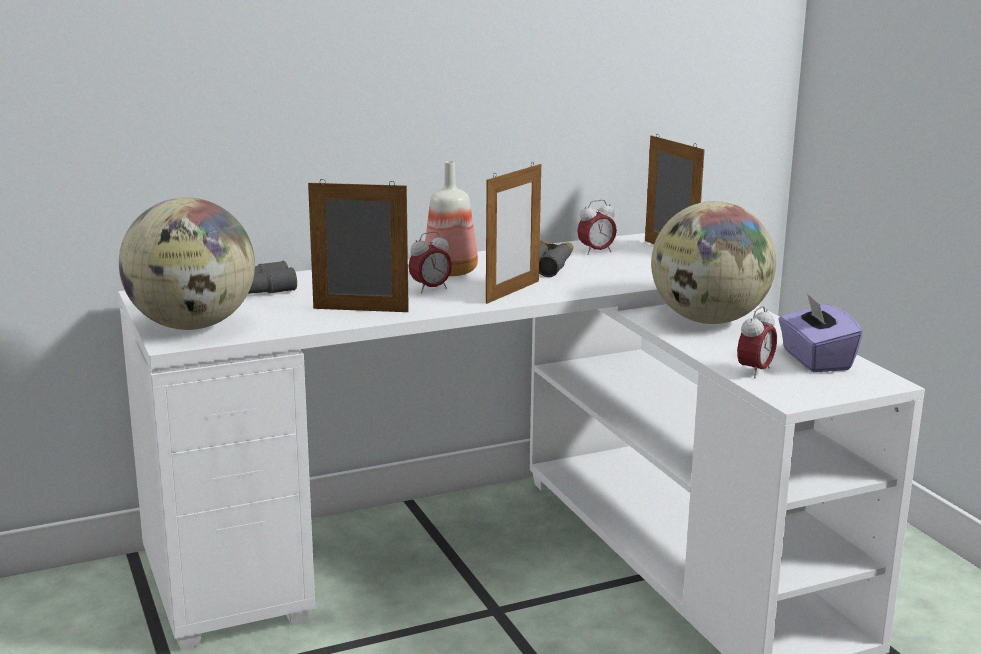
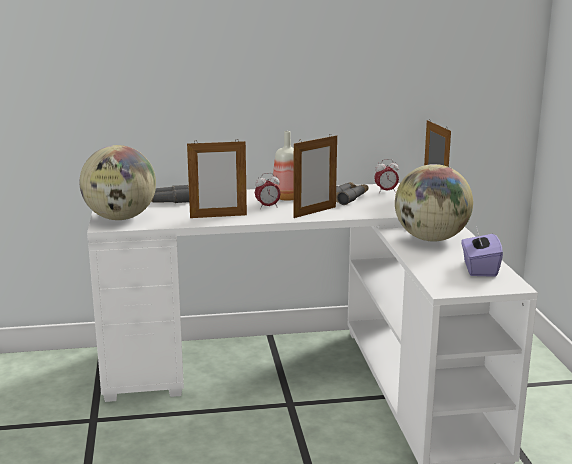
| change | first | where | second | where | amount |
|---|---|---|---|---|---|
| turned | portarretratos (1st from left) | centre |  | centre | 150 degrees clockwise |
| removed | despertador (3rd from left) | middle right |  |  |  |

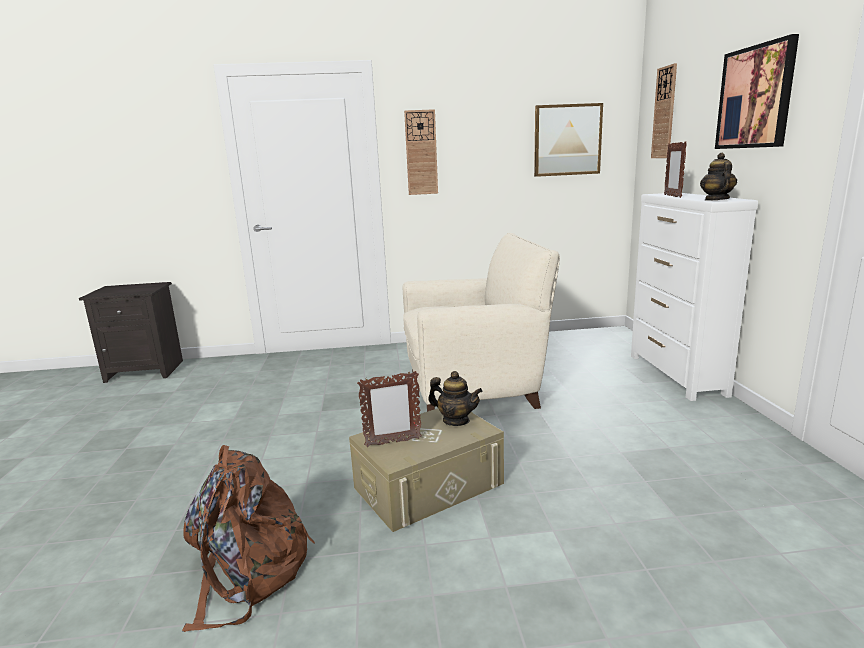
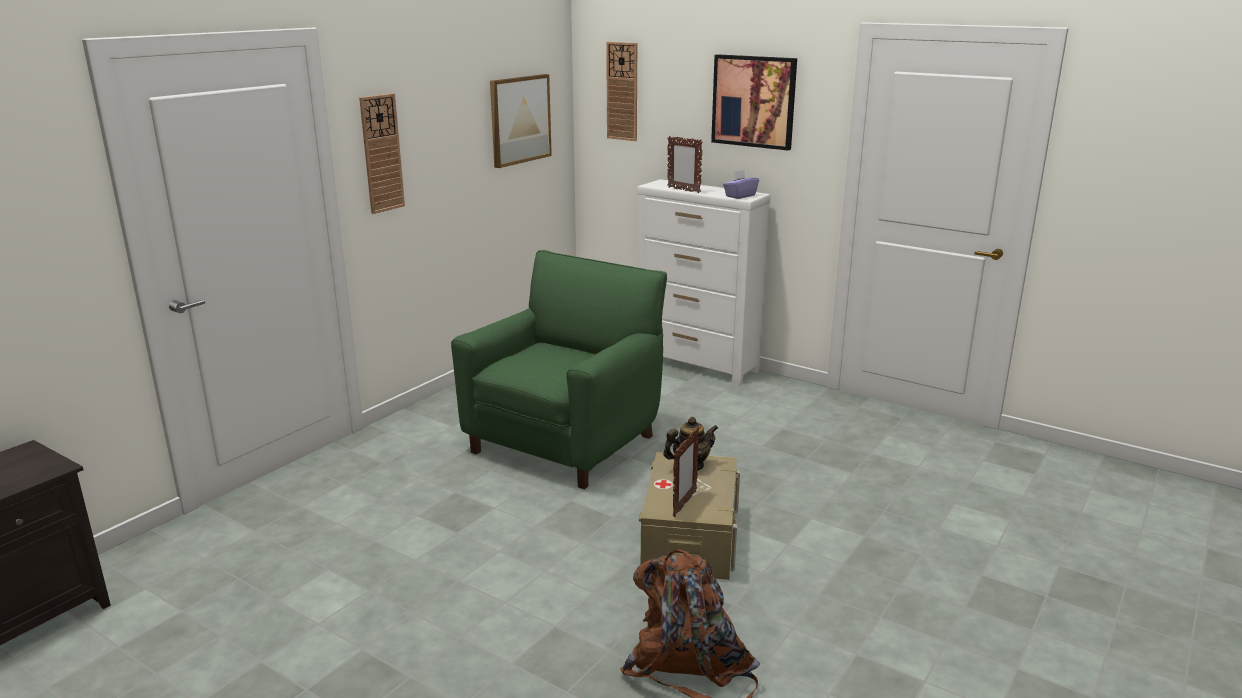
| change | first | where | second | where | amount |
|---|---|---|---|---|---|
| recoloured | sillón/beis | centre | sillón/verde | centre |  |
| replaced | tetera (2nd from left) | top right | caja de pañuelos/morado | top centre |  |

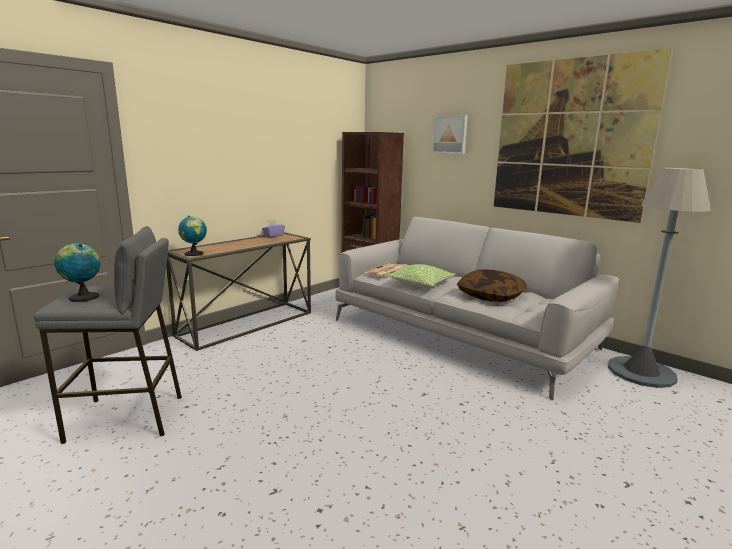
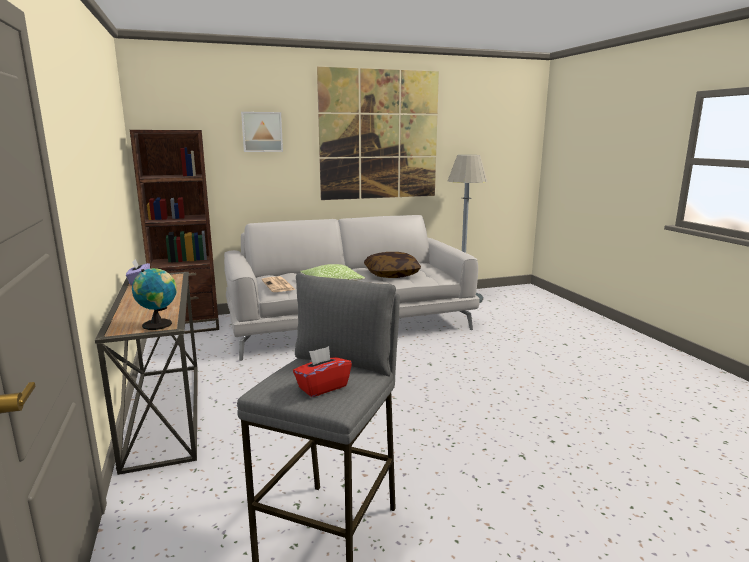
| change | first | where | second | where | amount |
|---|---|---|---|---|---|
| replaced | globo terráqueo (1st from left) | middle left | caja de pañuelos/rojo | centre |  |

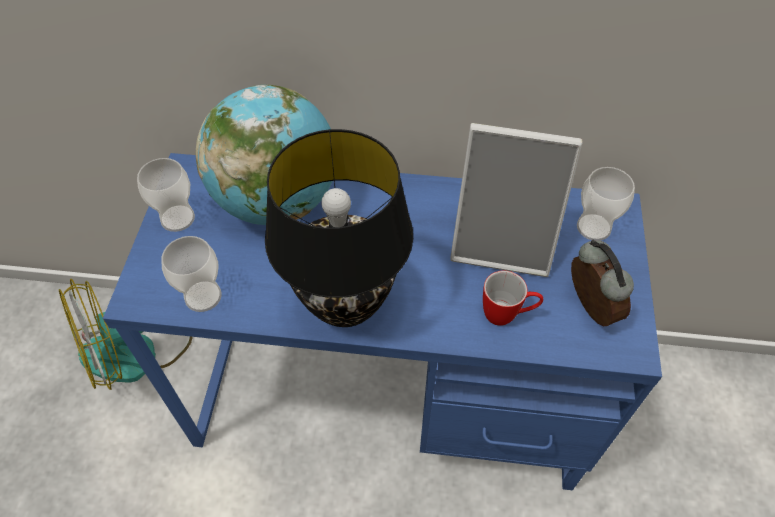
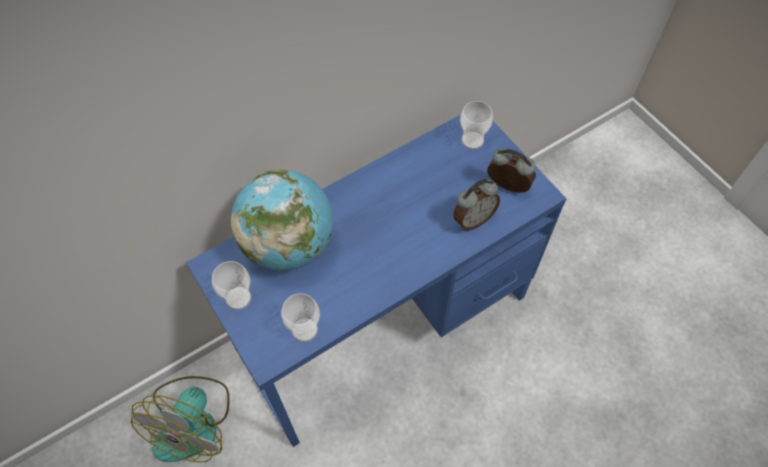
| change | first | where | second | where | amount |
|---|---|---|---|---|---|
| replaced | taza grande | centre | despertador (1st from left) | centre |  |
| removed | lámpara de mesa/negro | centre |  |  |  |
| removed | portarretratos | centre |  |  |  |

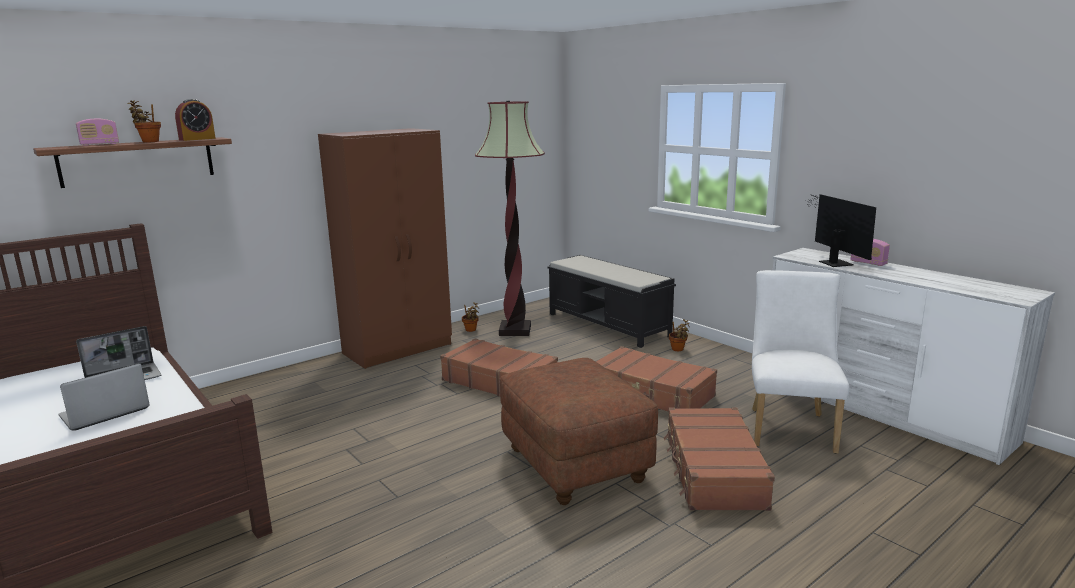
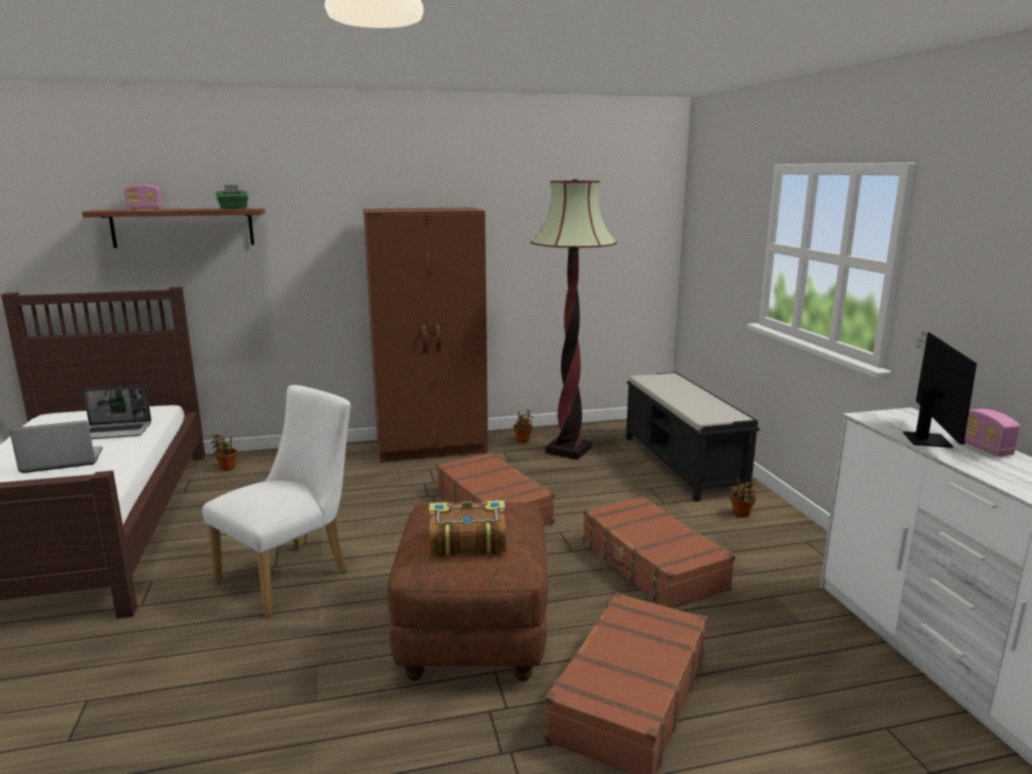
| change | first | where | second | where | amount |
|---|---|---|---|---|---|
| moved | silla/blanco | middle right |  | middle left |  |
| moved | planta en maceta (1st from left) | top left |  | middle left |  |
| replaced | despertador | top left | caja de pañuelos/verde | top left |  |
| added |  |  | libro | bottom centre |  |

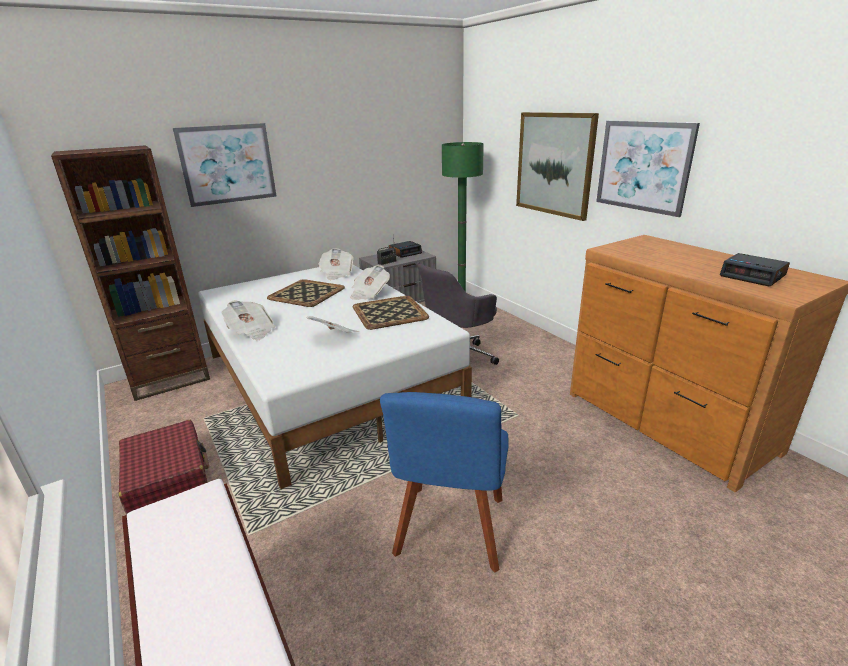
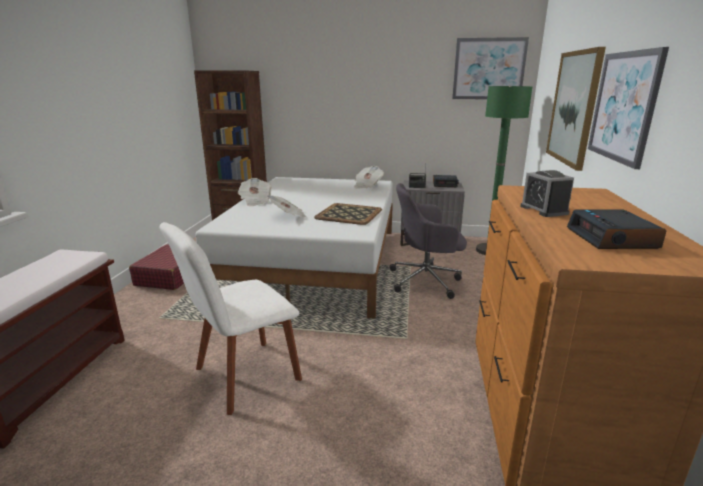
| change | first | where | second | where | amount |
|---|---|---|---|---|---|
| recoloured | silla/azul | bottom centre | silla/blanco | middle left |  |
| moved | cuadro (1st from left) | top left |  | top right |  |
| added |  |  | despertador (2nd from left) | middle right |  |
| removed | bandeja (1st from left) | centre |  |  |  |
| removed | periódico (4th from left) | centre |  |  |  |

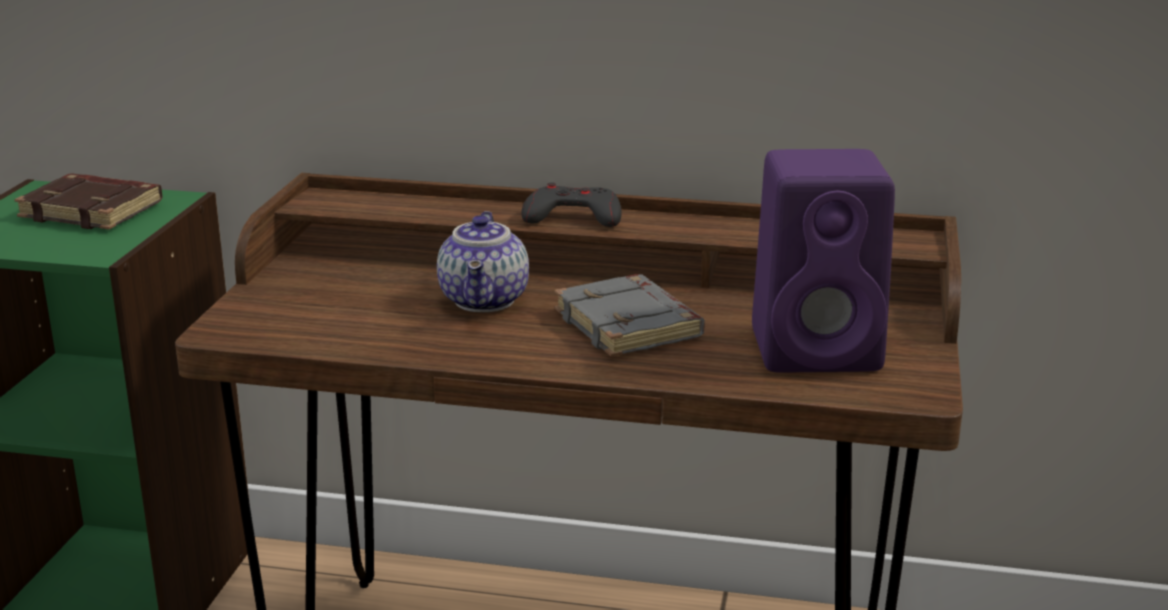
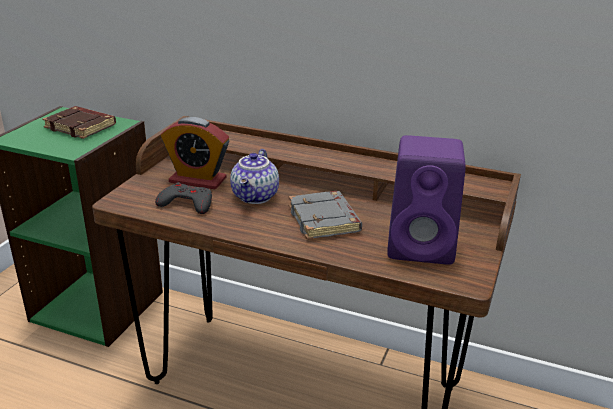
| change | first | where | second | where | amount |
|---|---|---|---|---|---|
| moved | mando de consola/gris | centre |  | middle left |  |
| added |  |  | despertador | middle left |  |

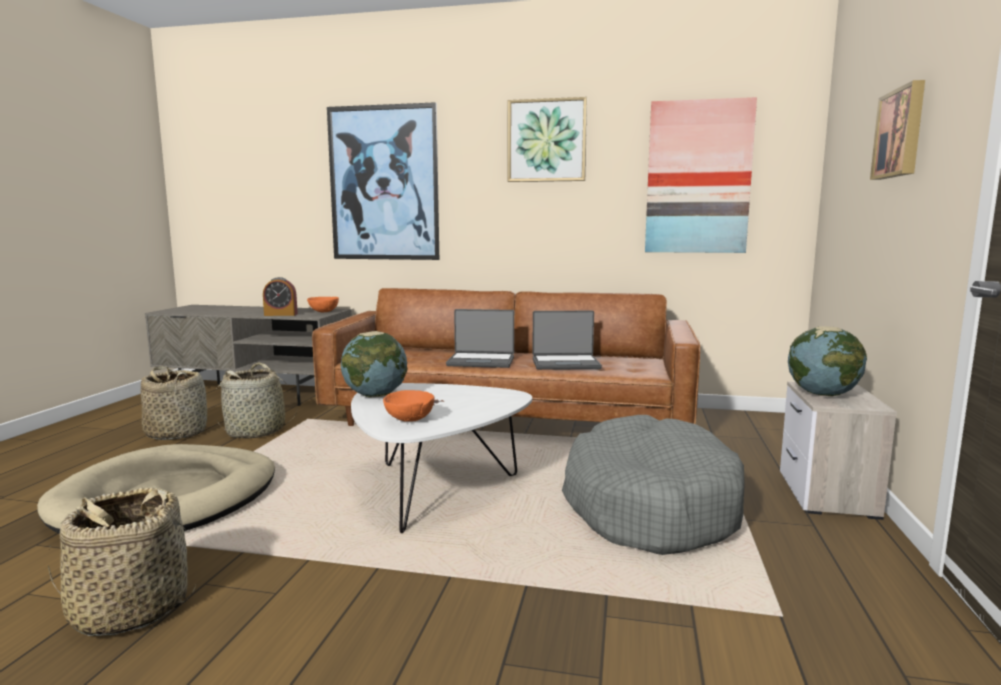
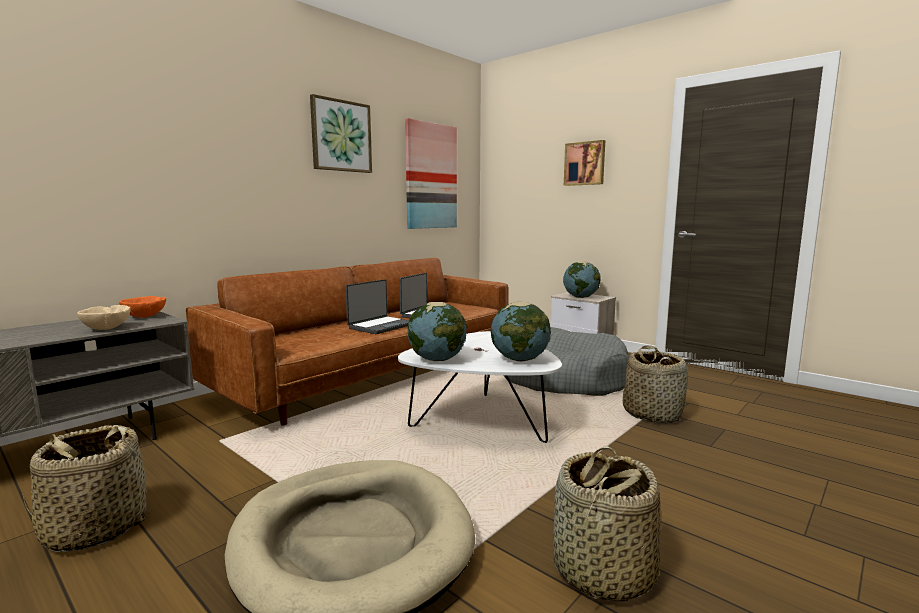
| change | first | where | second | where | amount |
|---|---|---|---|---|---|
| replaced | despertador | middle left | cuenco/beis | middle left |  |
| replaced | cuenco/naranja (2nd from left) | centre | globo terráqueo (2nd from left) | centre |  |
| moved | cesta (3rd from left) | middle left |  | middle right |  |
| removed | cuadro (1st from left) | top centre |  |  |  |

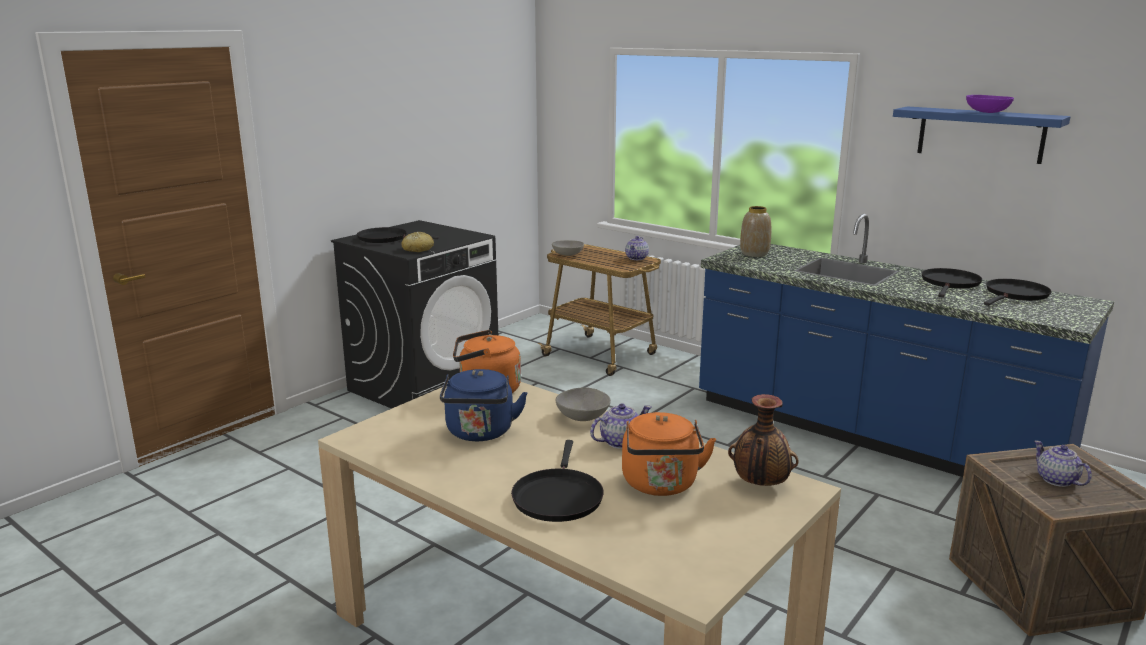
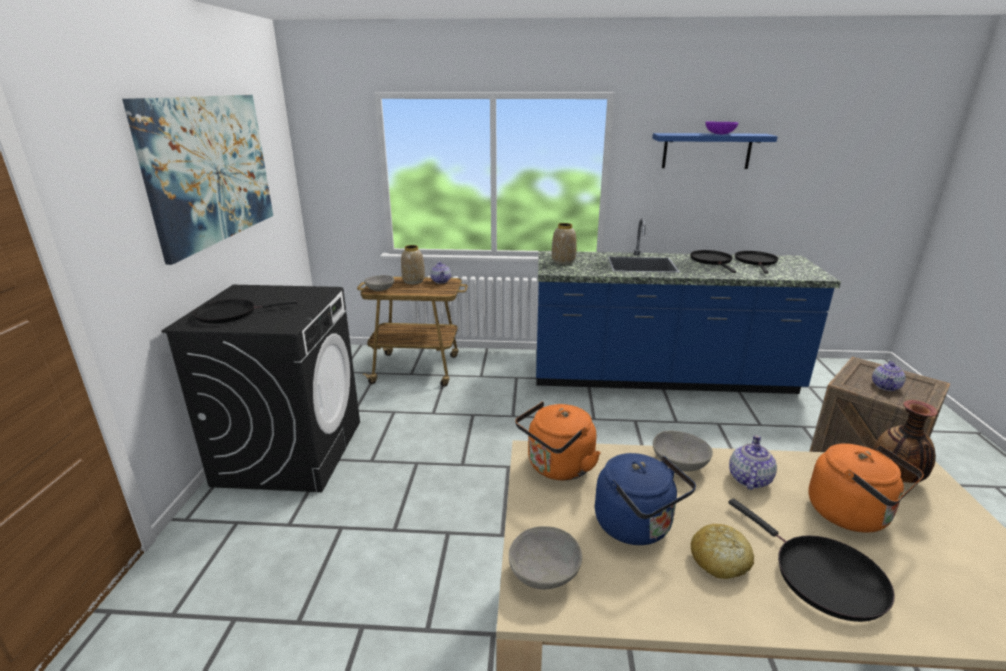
| change | first | where | second | where | amount |
|---|---|---|---|---|---|
| added |  |  | cuadro | top left |  |
| added |  |  | florero (1st from left) | centre |  |
| added |  |  | cuenco/gris (2nd from left) | bottom centre |  |
| moved | pan | centre |  | bottom right |  |
| turned | tetera (3rd from left) | bottom right |  | middle right | 90 degrees counterclockwise |

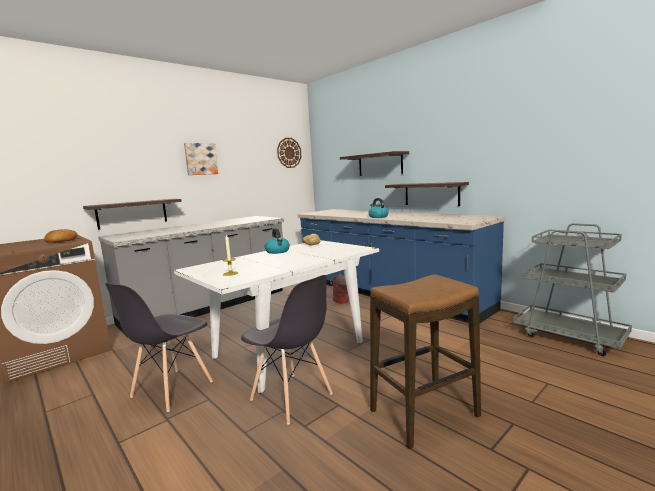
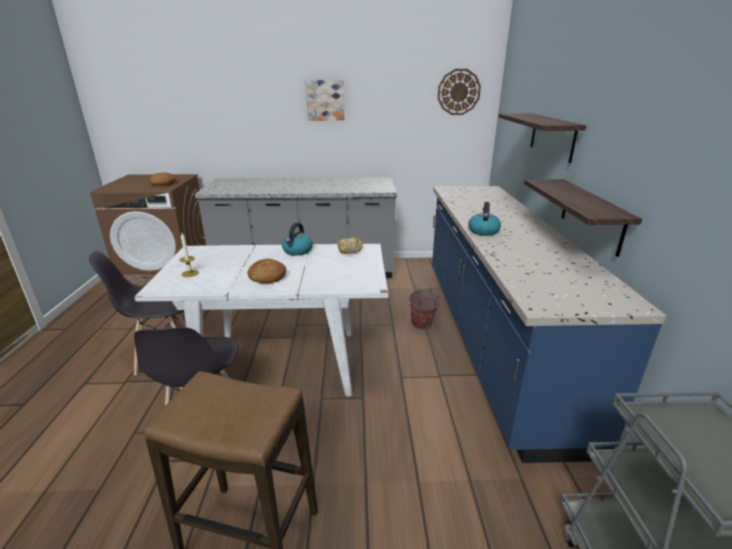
| change | first | where | second | where | amount |
|---|---|---|---|---|---|
| added |  |  | pan (2nd from left) | centre |  |
| removed | estante (1st from left) | middle left |  |  |  |

